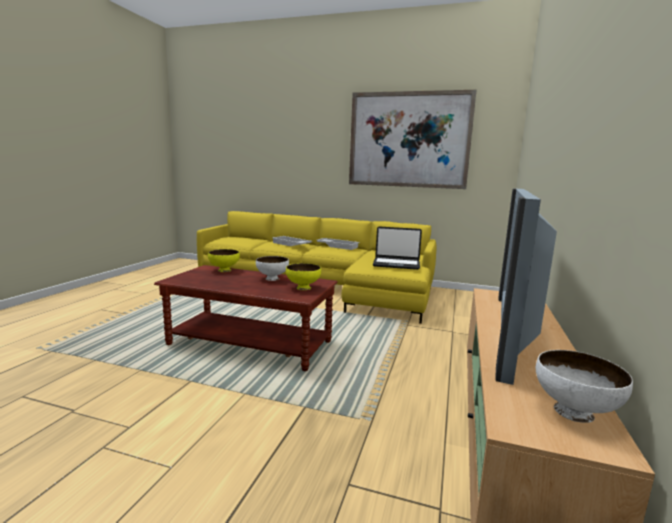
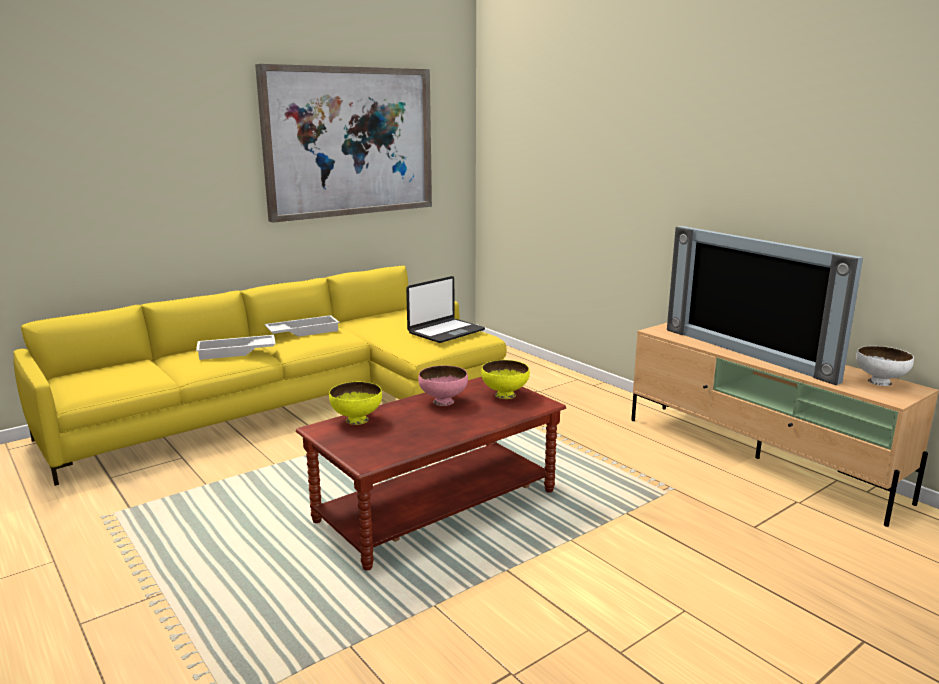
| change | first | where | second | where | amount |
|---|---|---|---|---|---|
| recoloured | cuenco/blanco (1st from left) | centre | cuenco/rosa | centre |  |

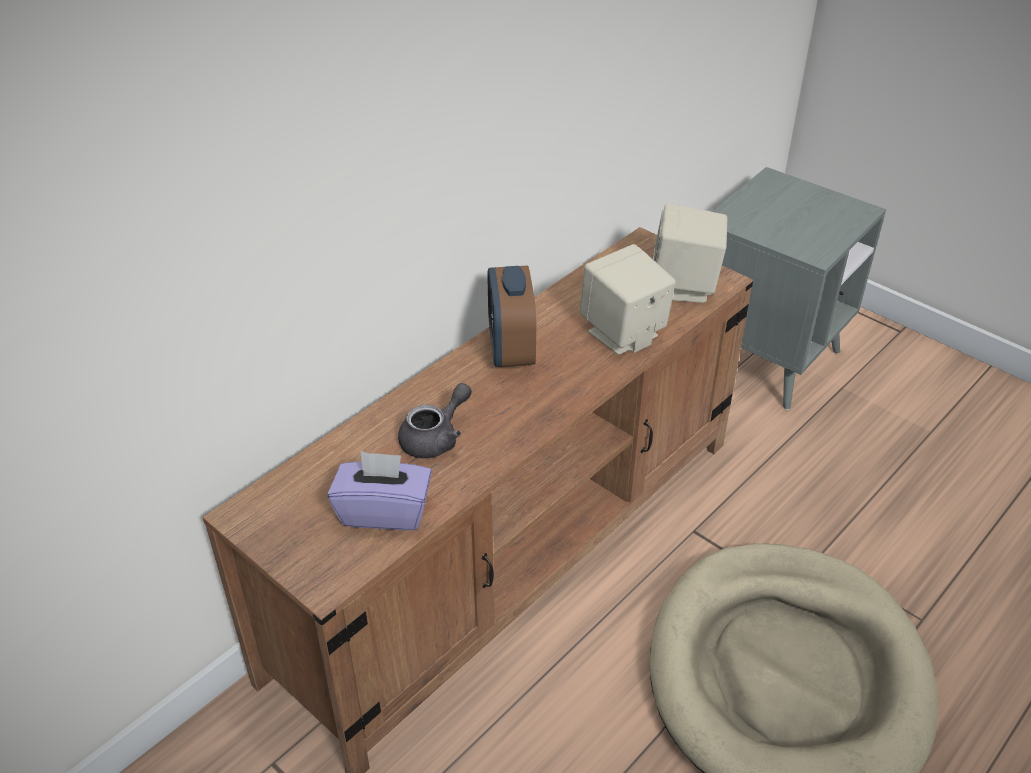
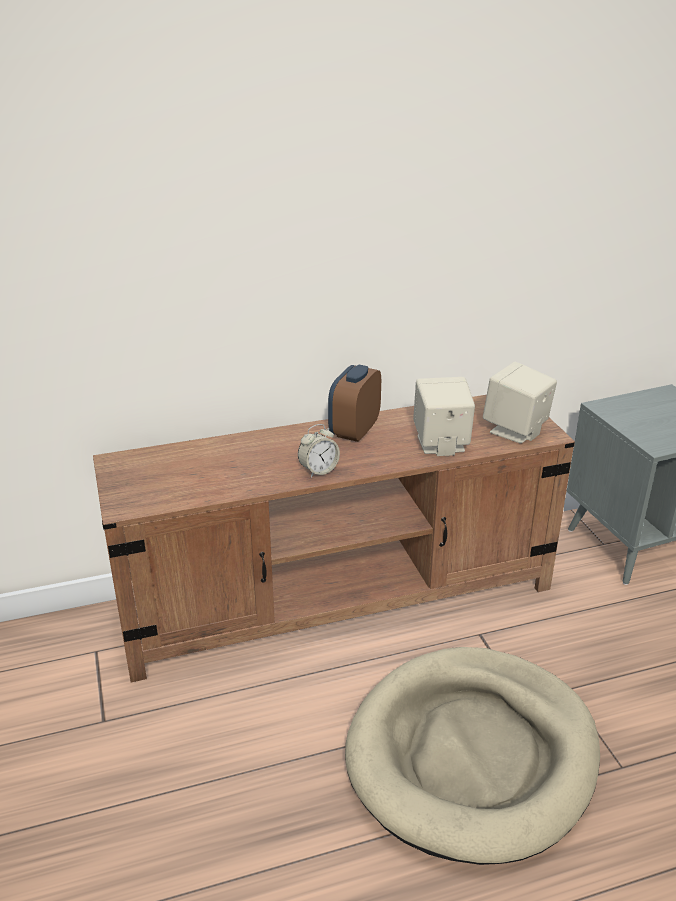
| change | first | where | second | where | amount |
|---|---|---|---|---|---|
| added |  |  | despertador (1st from left) | centre |  |
| removed | caja de pañuelos/morado | centre |  |  |  |
| removed | tetera/gris | centre |  |  |  |

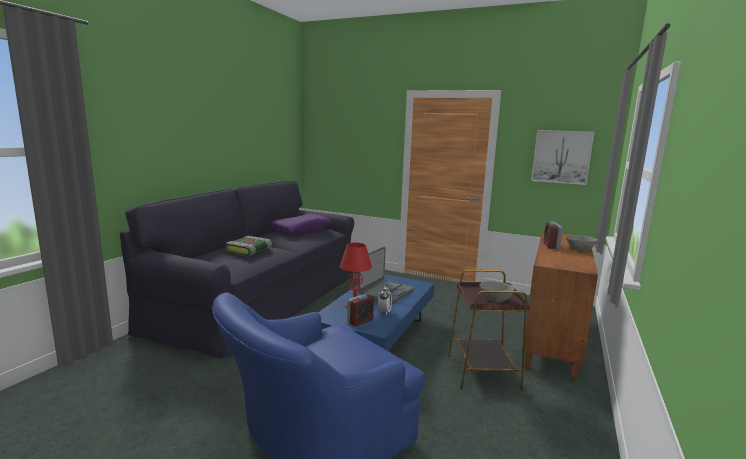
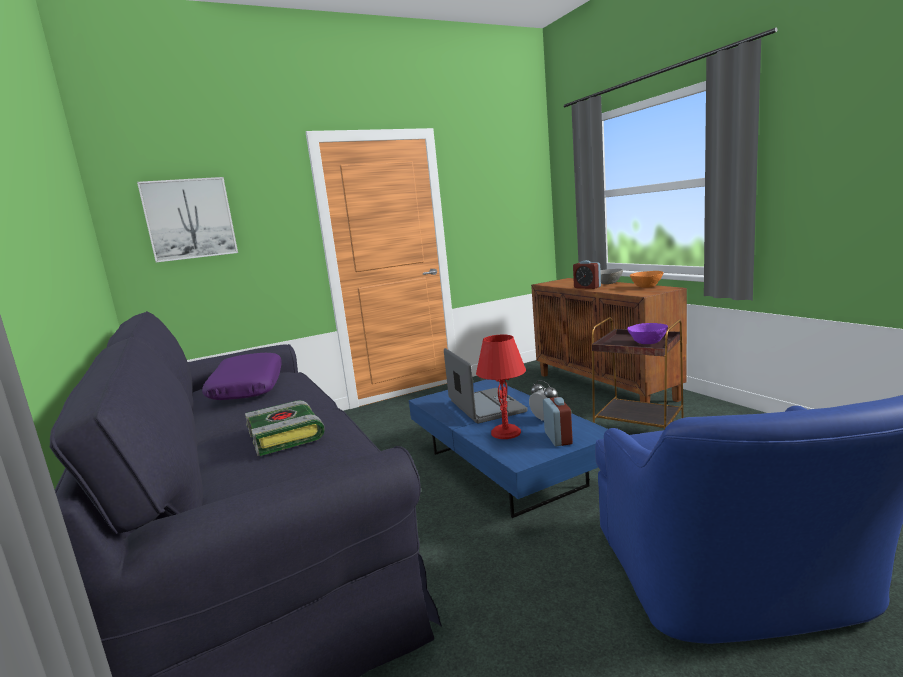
| change | first | where | second | where | amount |
|---|---|---|---|---|---|
| moved | cuadro | middle right |  | top left |  |
| recoloured | cuenco/gris (1st from left) | centre | cuenco/morado | middle right |  |
| added |  |  | cuenco/naranja | middle right |  |

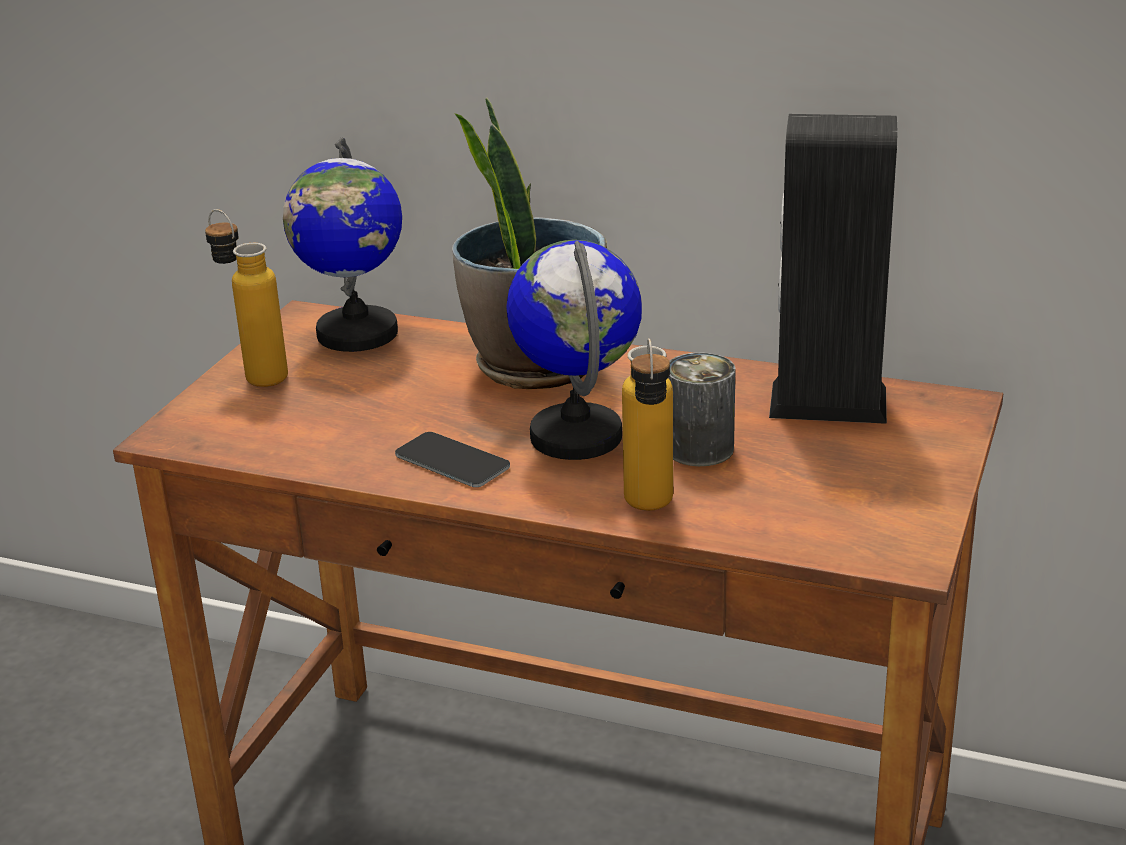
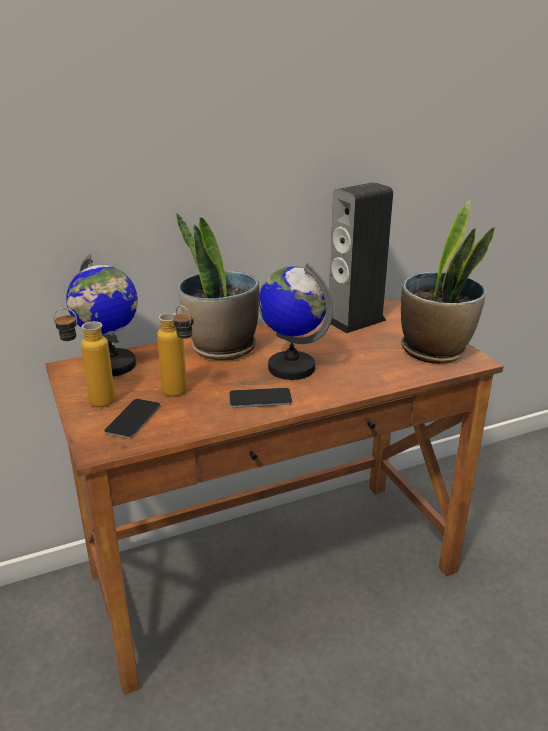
| change | first | where | second | where | amount |
|---|---|---|---|---|---|
| added |  |  | móvil (1st from left) | middle left |  |
| moved | botella (2nd from left) | centre |  | middle left |  |
| added |  |  | planta en maceta (2nd from left) | middle right |  |
| removed | lata | centre |  |  |  |

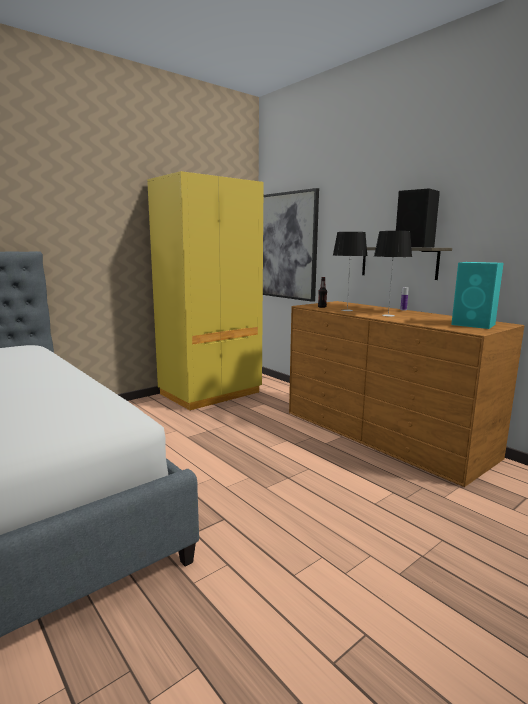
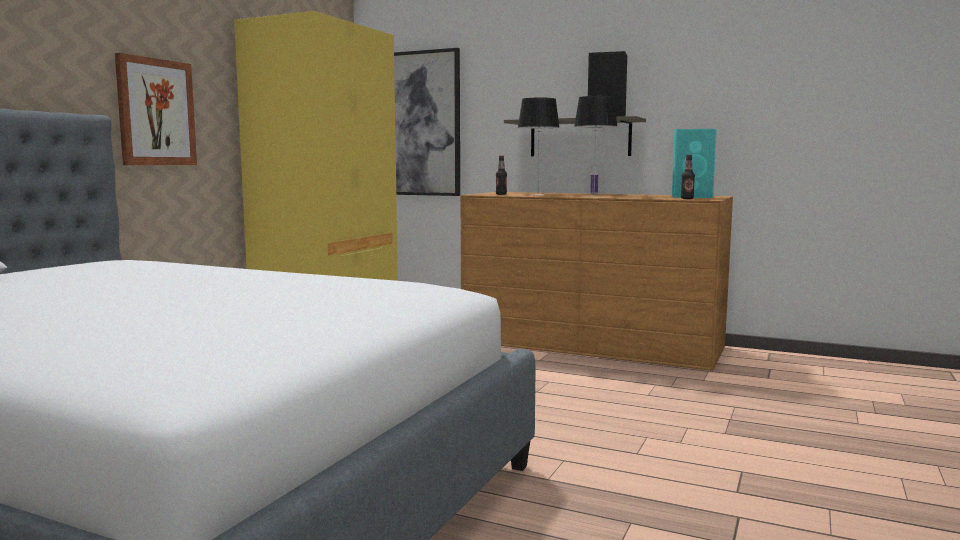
| change | first | where | second | where | amount |
|---|---|---|---|---|---|
| added |  |  | cuadro (1st from left) | top left |  |
| added |  |  | botella (3rd from left) | top right |  |

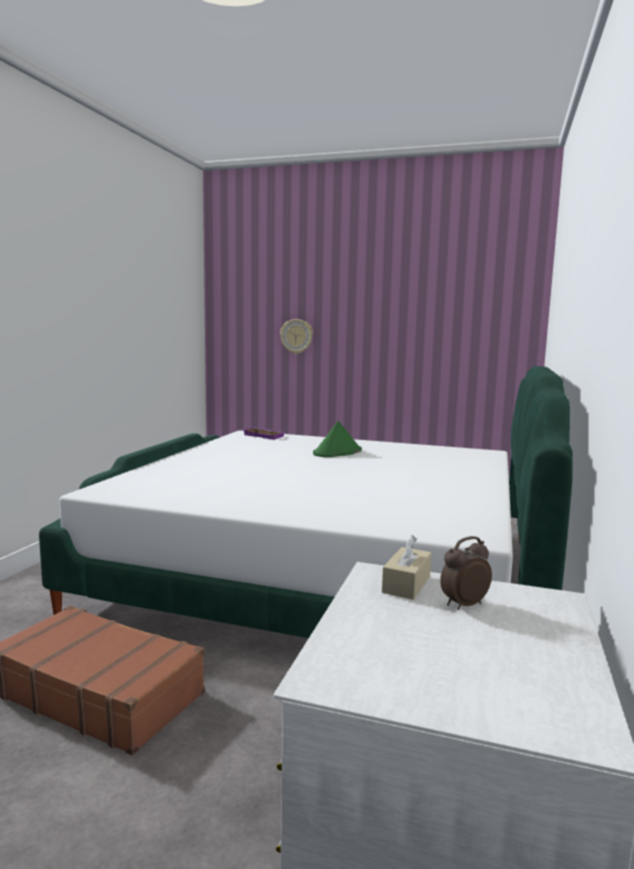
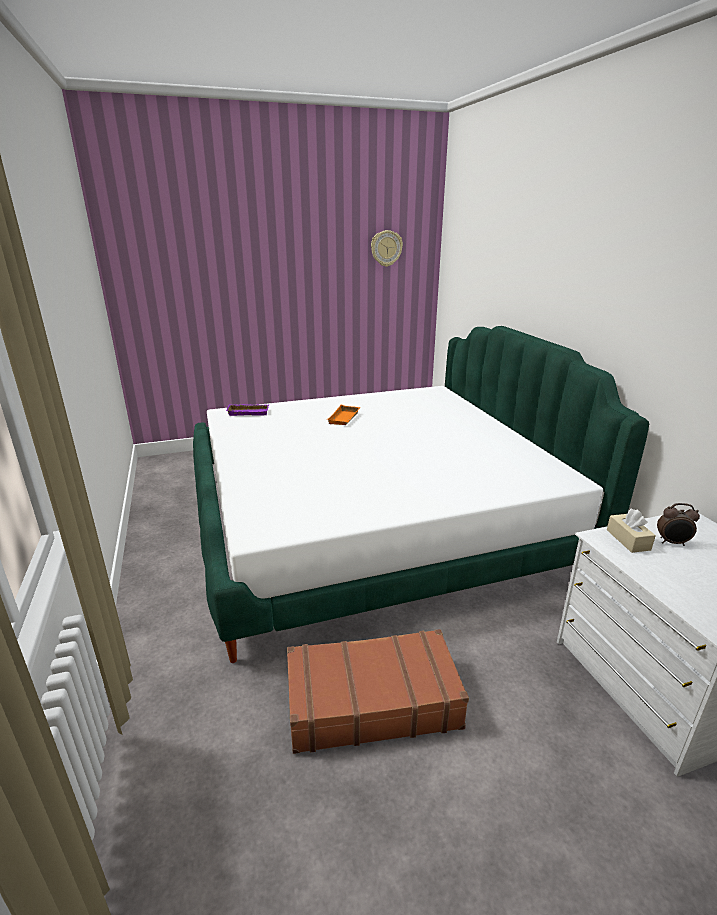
| change | first | where | second | where | amount |
|---|---|---|---|---|---|
| replaced | sombrero/verde | centre | bandeja/naranja | centre |  |
| moved | reloj de pared | centre |  | top centre |  |
| turned | despertador | middle right |  | middle right | 105 degrees counterclockwise |

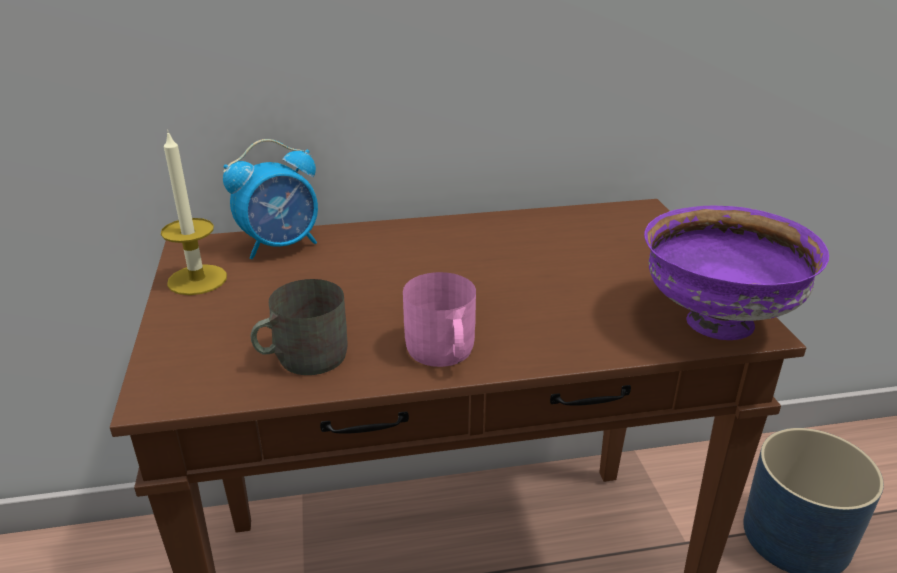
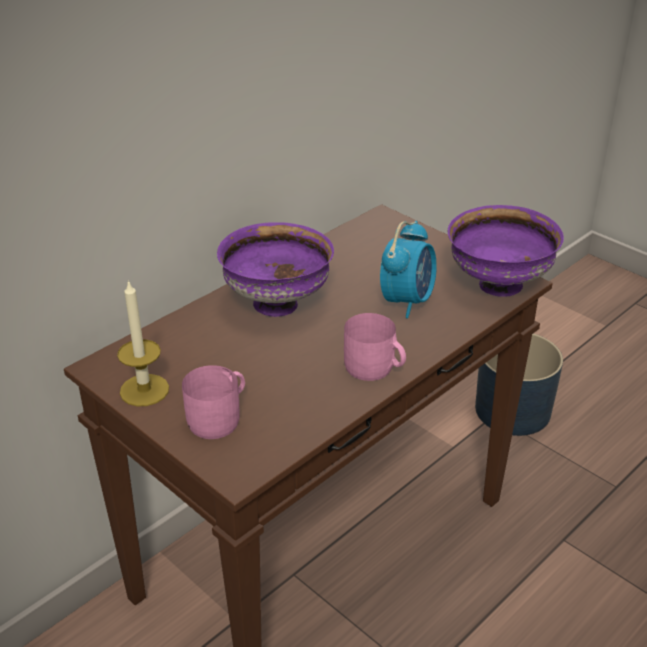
| change | first | where | second | where | amount |
|---|---|---|---|---|---|
| added |  |  | taza grande/rosa (1st from left) | middle left |  |
| added |  |  | cuenco/morado (1st from left) | centre |  |
| moved | despertador | middle left |  | centre |  |
| removed | taza grande/gris | centre |  |  |  |

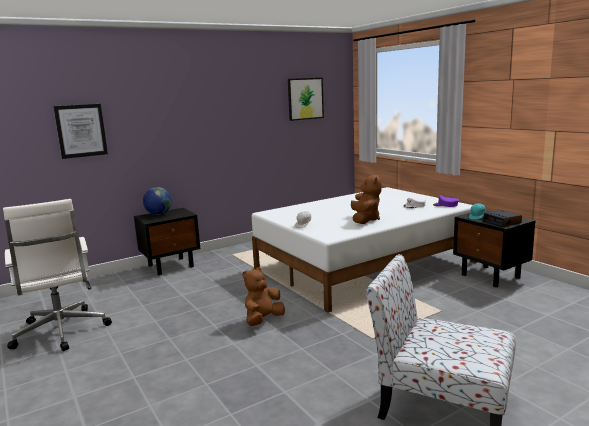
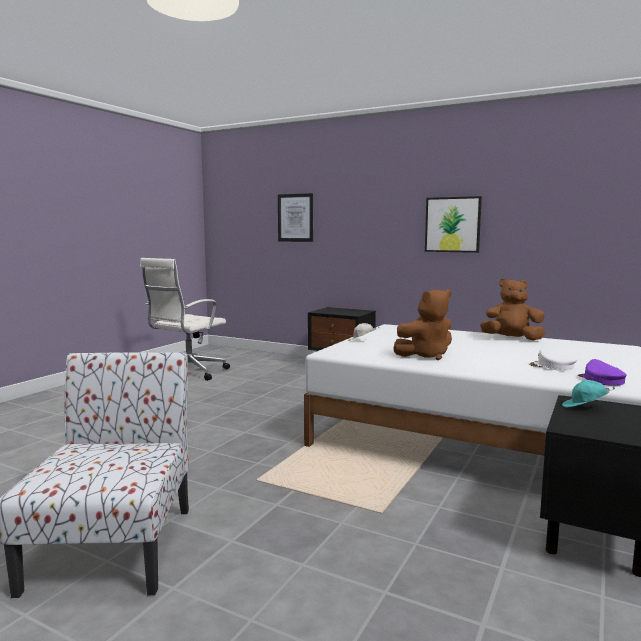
| change | first | where | second | where | amount |
|---|---|---|---|---|---|
| moved | cuadro (2nd from left) | top centre |  | middle right |  |
| moved | peluche/marrón (1st from left in the first image) | bottom centre | peluche/marrón (2nd from left) | middle right |  |
| removed | globo terráqueo | middle left |  |  |  |
| removed | despertador | middle right |  |  |  |

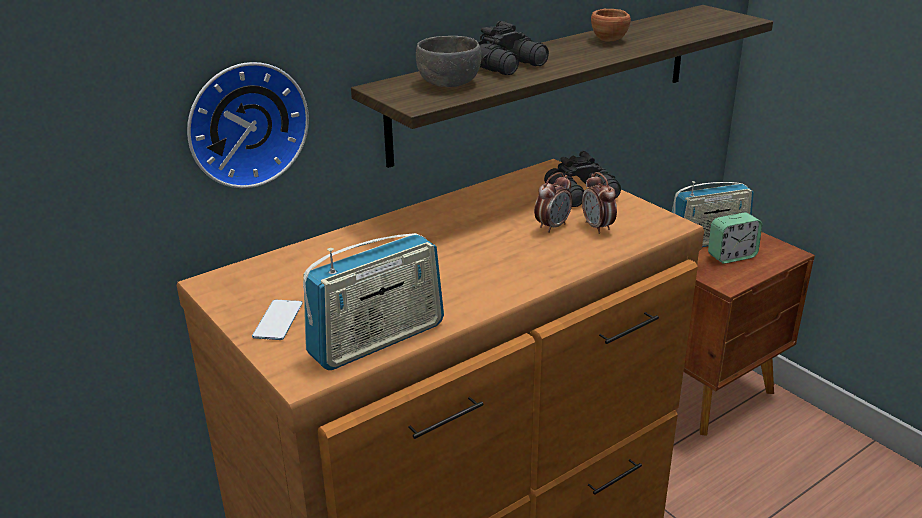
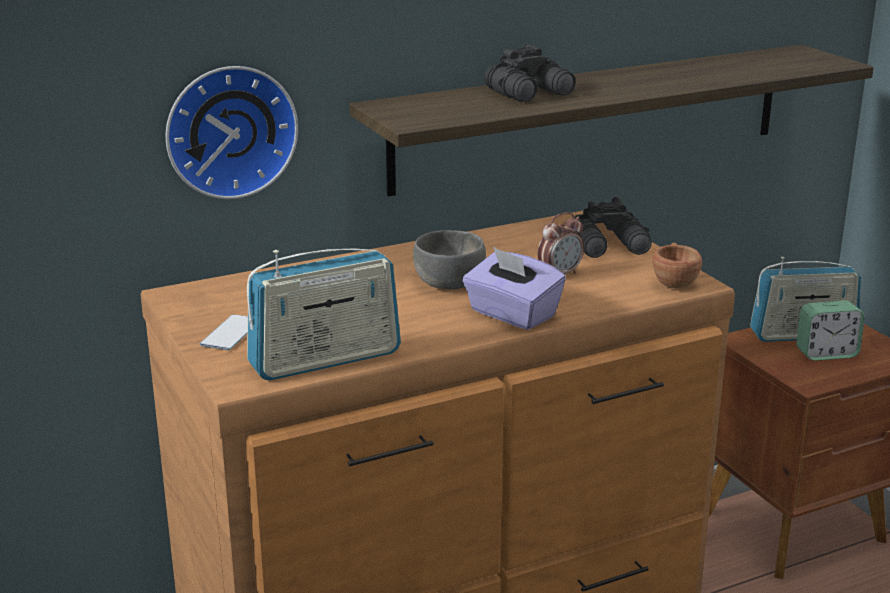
| change | first | where | second | where | amount |
|---|---|---|---|---|---|
| moved | cuenco/gris | top centre |  | centre |  |
| added |  |  | caja de pañuelos/morado | centre |  |
| moved | taza/marrón | top centre |  | middle right |  |
| removed | despertador (2nd from left) | centre |  |  |  |

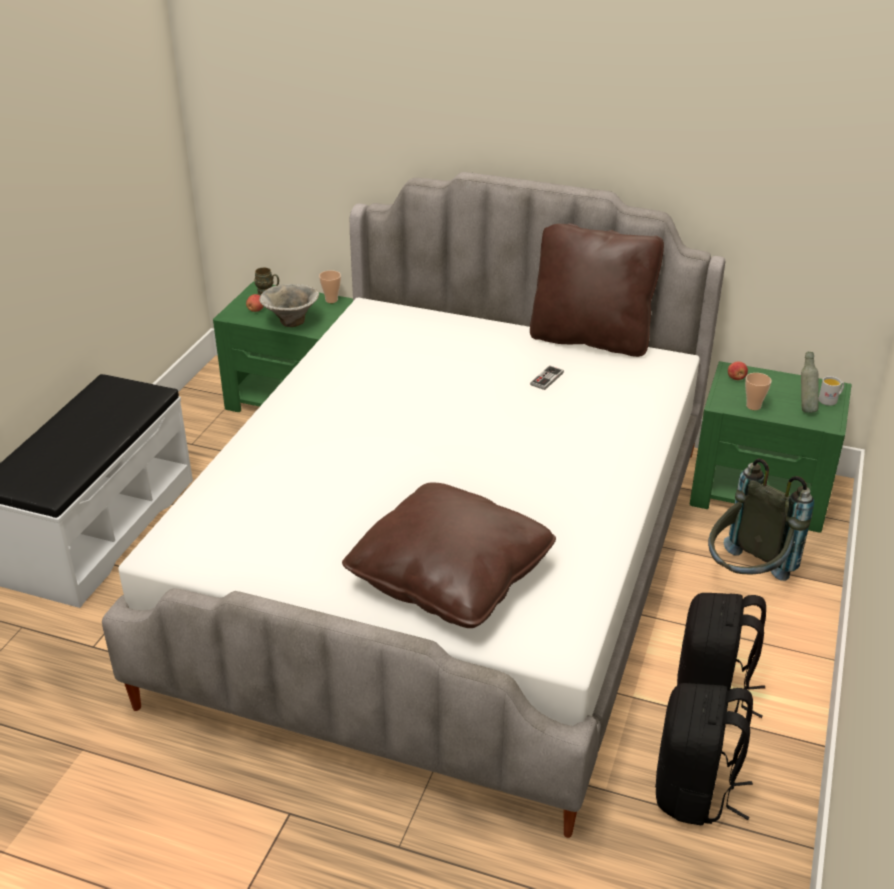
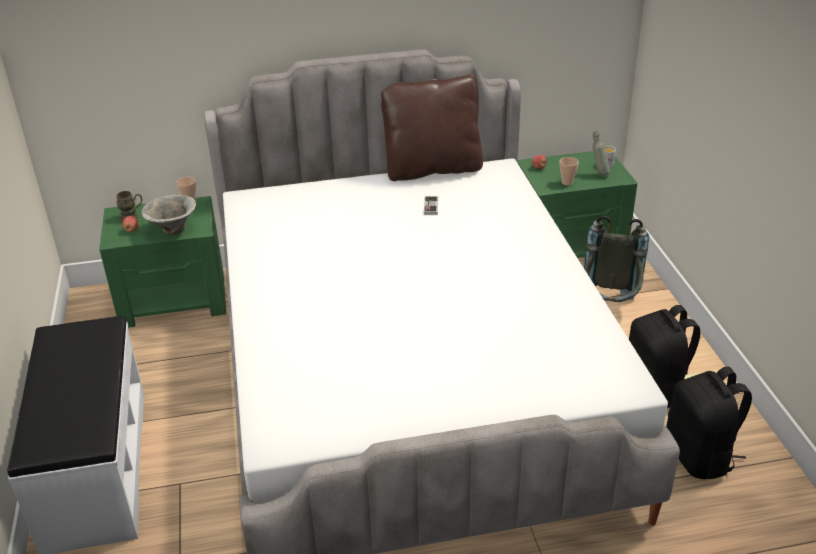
| change | first | where | second | where | amount |
|---|---|---|---|---|---|
| removed | cojín/marrón (1st from left) | centre |  |  |  |

